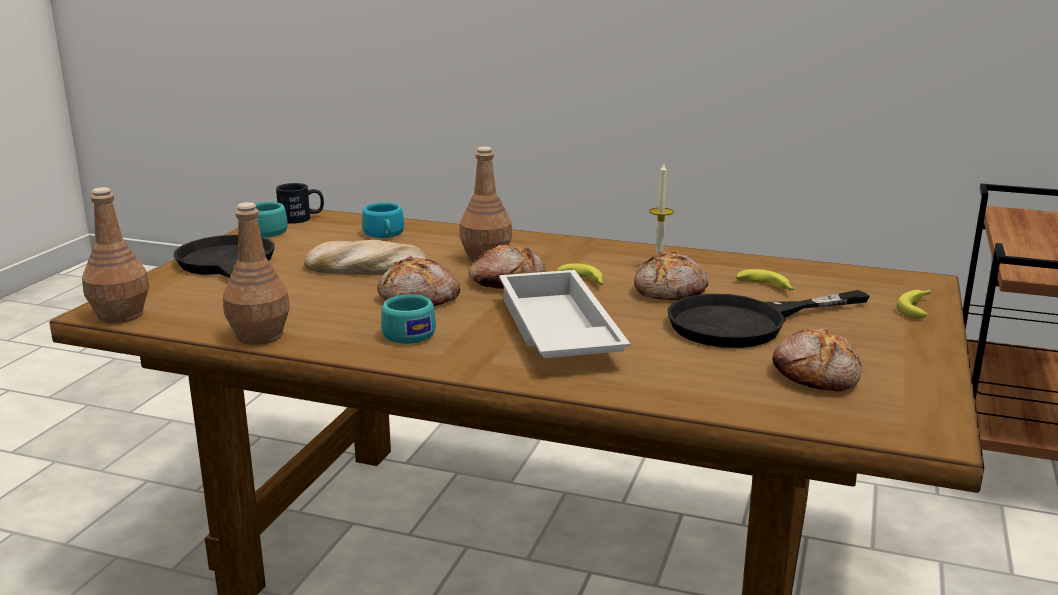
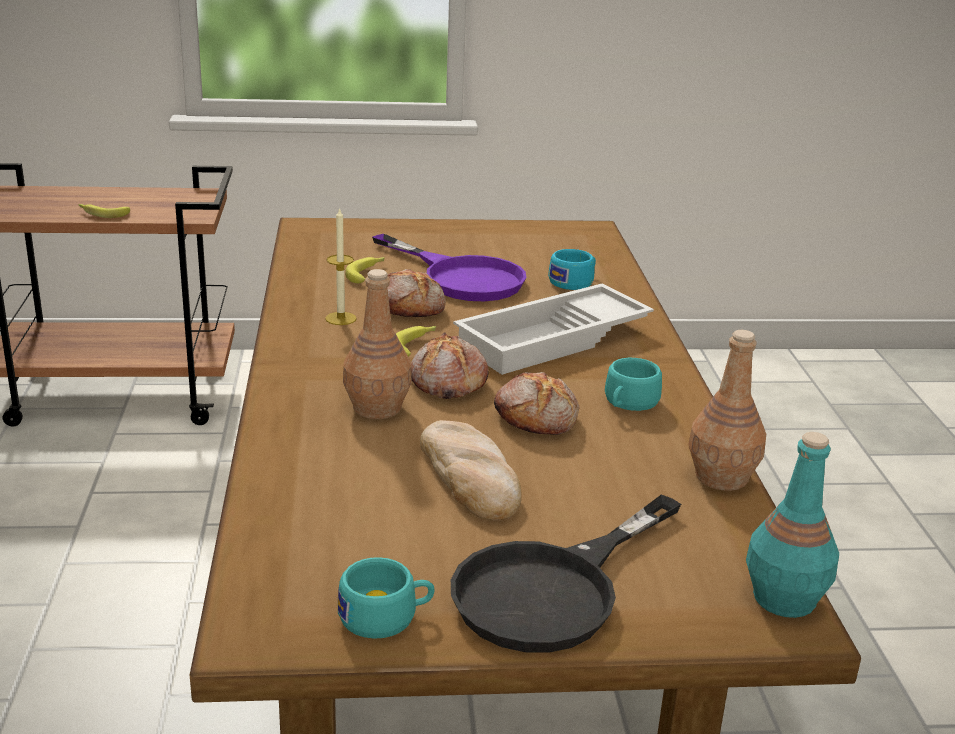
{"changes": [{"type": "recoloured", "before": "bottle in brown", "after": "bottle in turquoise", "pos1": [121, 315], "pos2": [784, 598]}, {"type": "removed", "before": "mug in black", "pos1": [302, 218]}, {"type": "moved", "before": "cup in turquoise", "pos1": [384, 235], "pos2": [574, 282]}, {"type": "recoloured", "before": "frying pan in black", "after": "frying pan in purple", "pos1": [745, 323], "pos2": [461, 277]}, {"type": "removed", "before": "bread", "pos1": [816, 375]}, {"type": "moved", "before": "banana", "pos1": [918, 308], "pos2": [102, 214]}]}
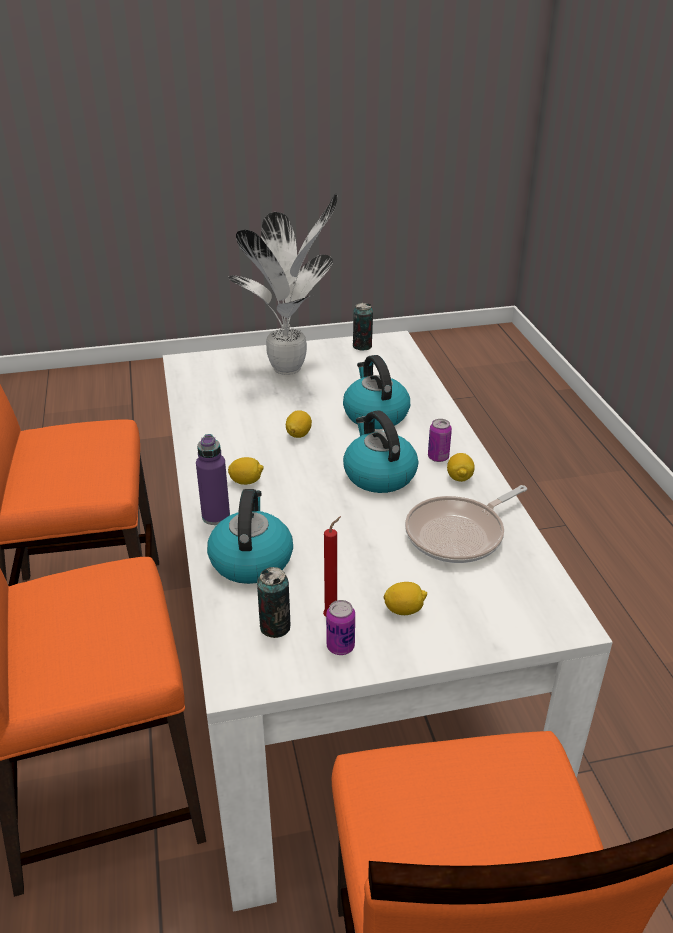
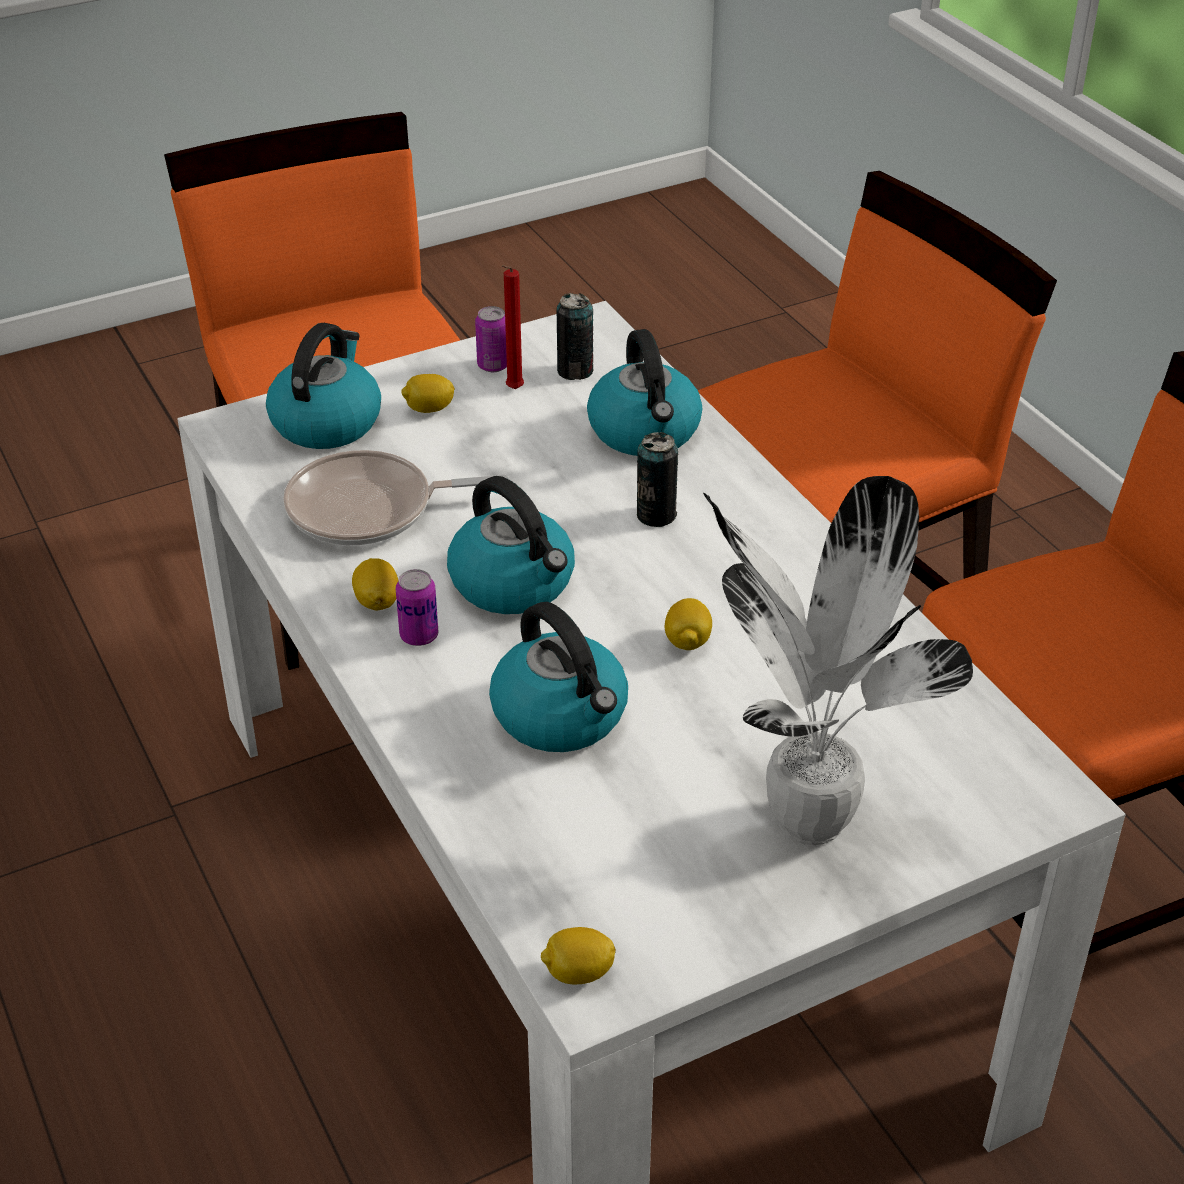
{"changes": [{"type": "removed", "before": "bottle in purple", "pos1": [216, 516]}, {"type": "moved", "before": "lemon", "pos1": [246, 481], "pos2": [578, 973]}, {"type": "moved", "before": "can", "pos1": [362, 346], "pos2": [656, 515]}, {"type": "turned", "before": "frying pan", "pos1": [459, 534], "pos2": [369, 509], "turn": -135}, {"type": "added", "after": "kettle", "pos2": [326, 422]}]}
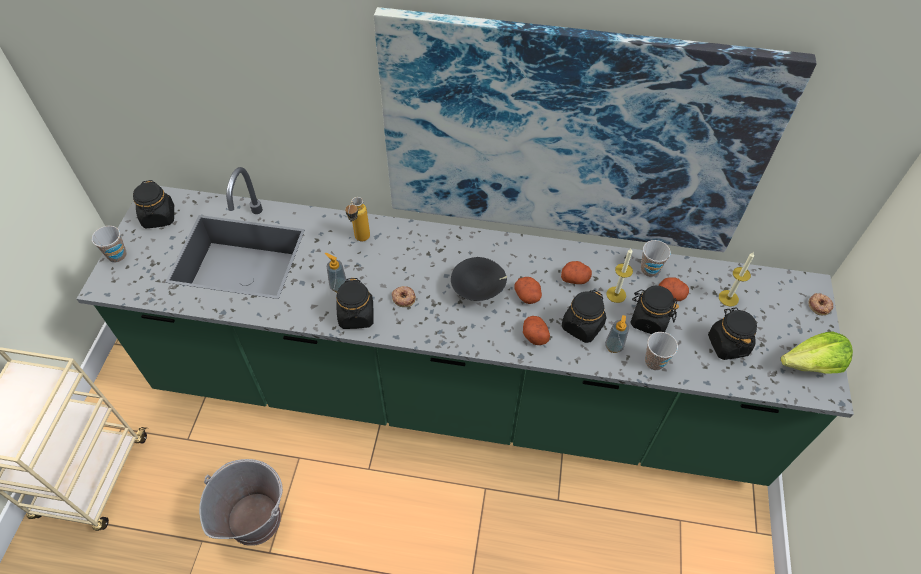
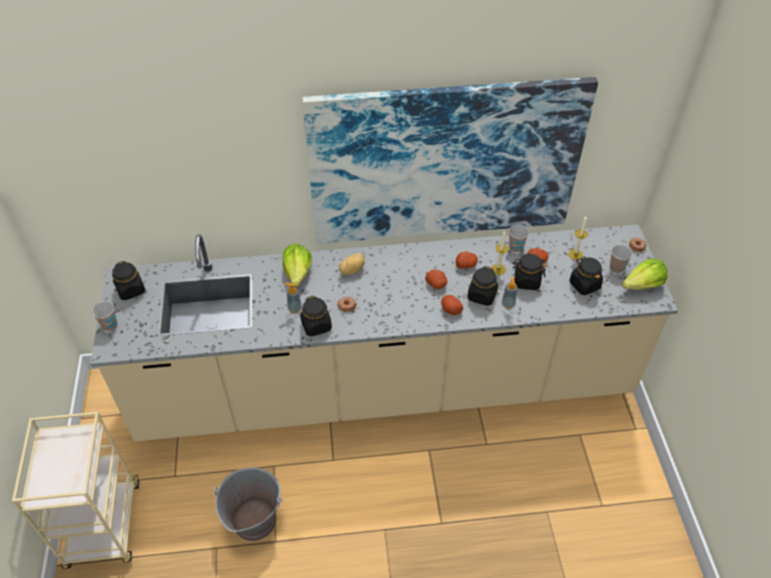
{"changes": [{"type": "recoloured", "before": "counter in green", "after": "counter in beige", "pos1": [458, 395], "pos2": [385, 388]}, {"type": "replaced", "before": "bottle", "after": "lettuce", "pos1": [360, 241], "pos2": [298, 273]}, {"type": "removed", "before": "bowl in black", "pos1": [479, 290]}, {"type": "moved", "before": "cup", "pos1": [654, 362], "pos2": [616, 268]}, {"type": "added", "after": "potato", "pos2": [351, 270]}]}
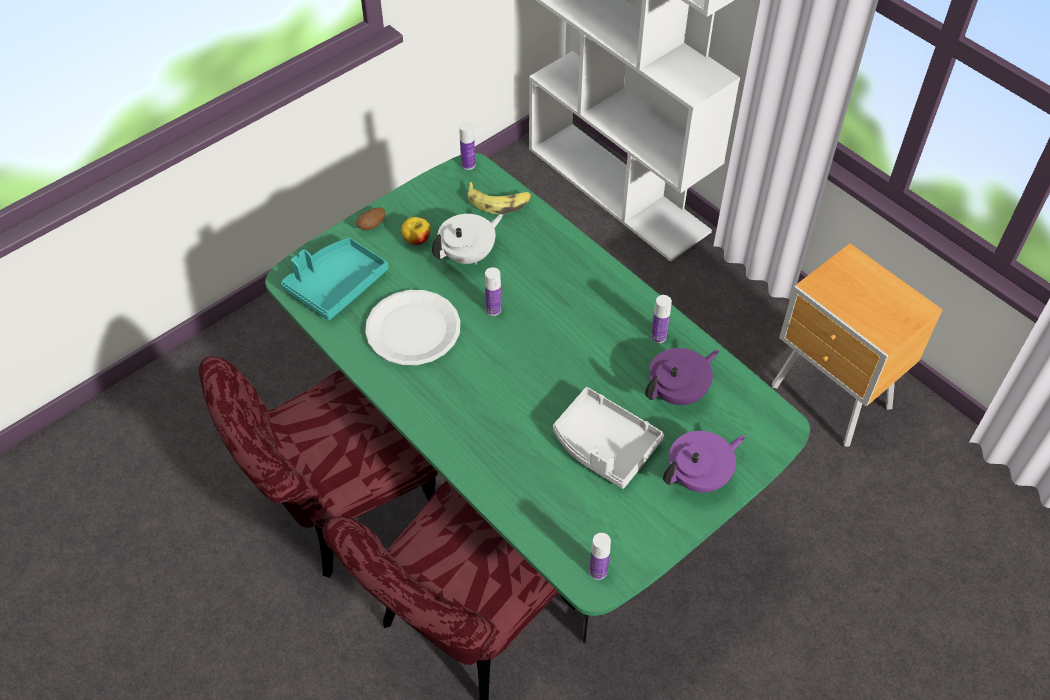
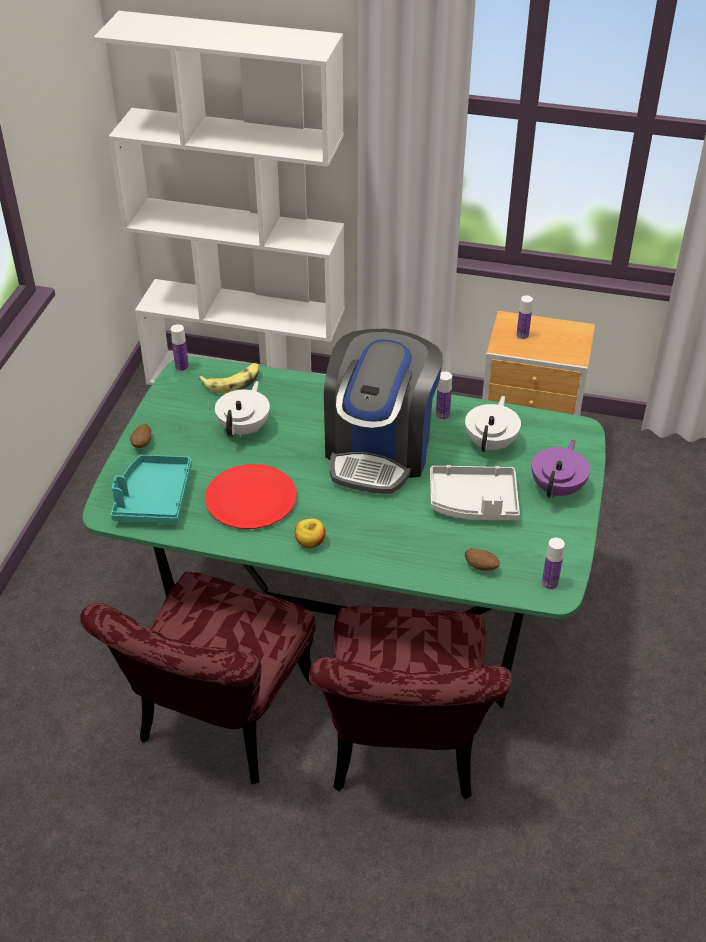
{"changes": [{"type": "recoloured", "before": "plate in white", "after": "plate in red", "pos1": [413, 329], "pos2": [251, 499]}, {"type": "moved", "before": "apple", "pos1": [416, 239], "pos2": [310, 542]}, {"type": "moved", "before": "bottle", "pos1": [493, 309], "pos2": [522, 335]}, {"type": "recoloured", "before": "teapot in purple", "after": "teapot in white", "pos1": [678, 392], "pos2": [491, 443]}, {"type": "added", "after": "coffee machine", "pos2": [380, 449]}, {"type": "added", "after": "potato", "pos2": [481, 567]}]}
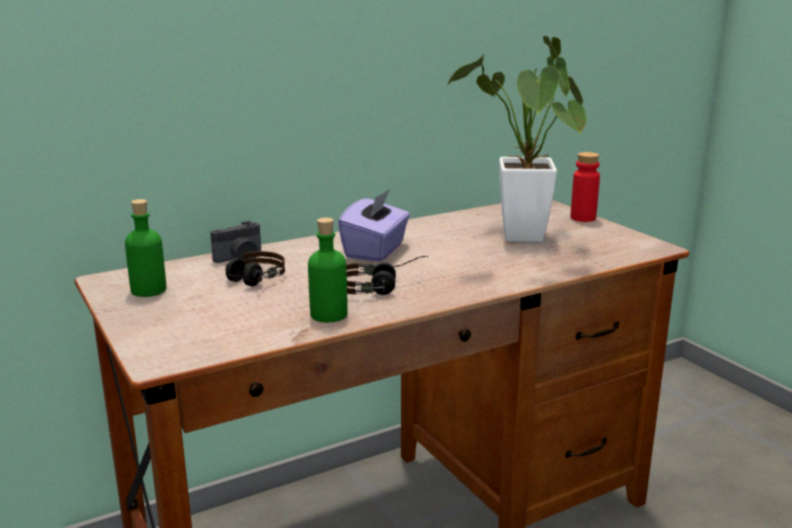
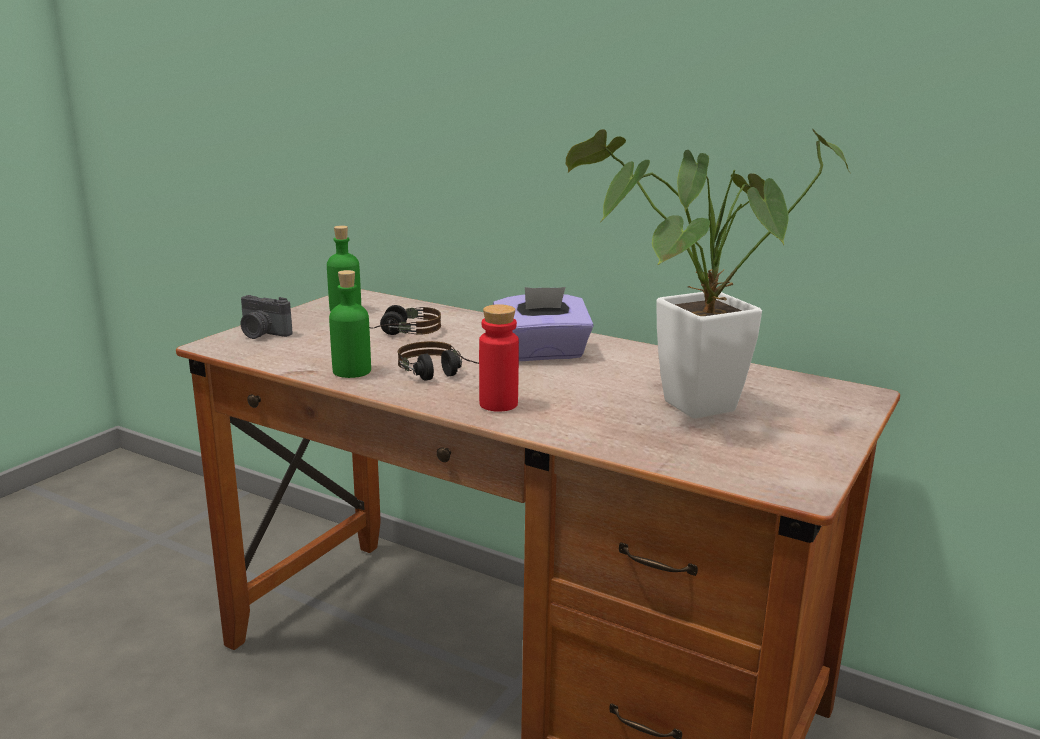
{"changes": [{"type": "moved", "before": "photo camera", "pos1": [240, 259], "pos2": [262, 334]}, {"type": "moved", "before": "bottle in red", "pos1": [583, 218], "pos2": [498, 404]}]}
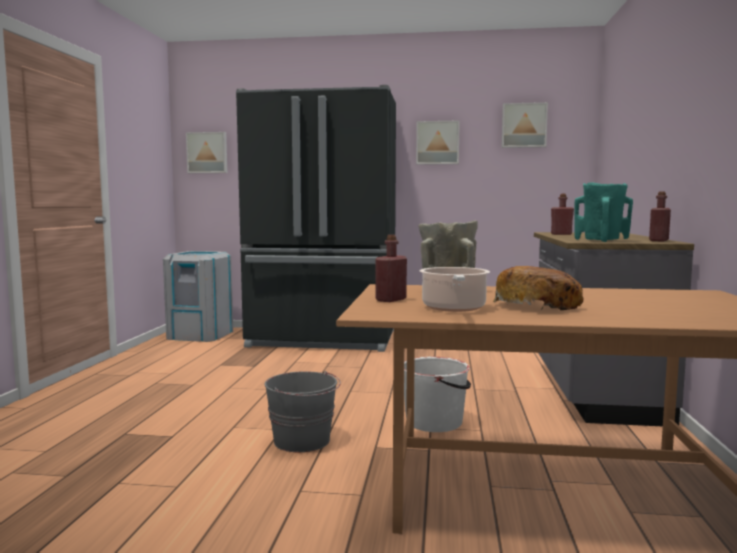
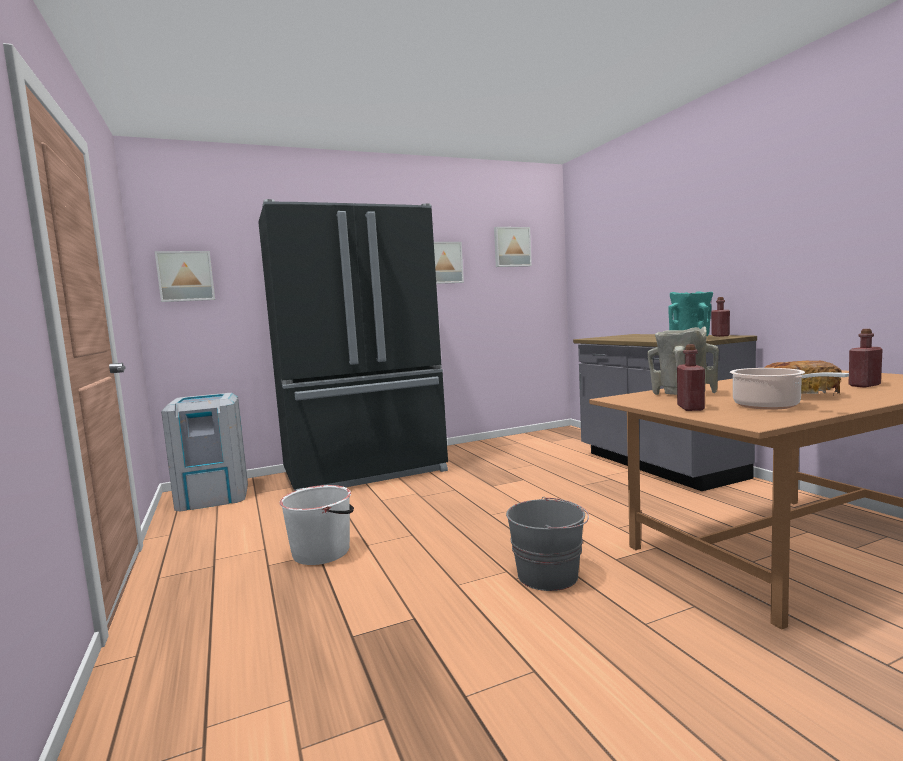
{"changes": [{"type": "moved", "before": "bucket in white", "pos1": [435, 422], "pos2": [322, 552]}, {"type": "moved", "before": "bottle in red", "pos1": [561, 234], "pos2": [864, 385]}]}
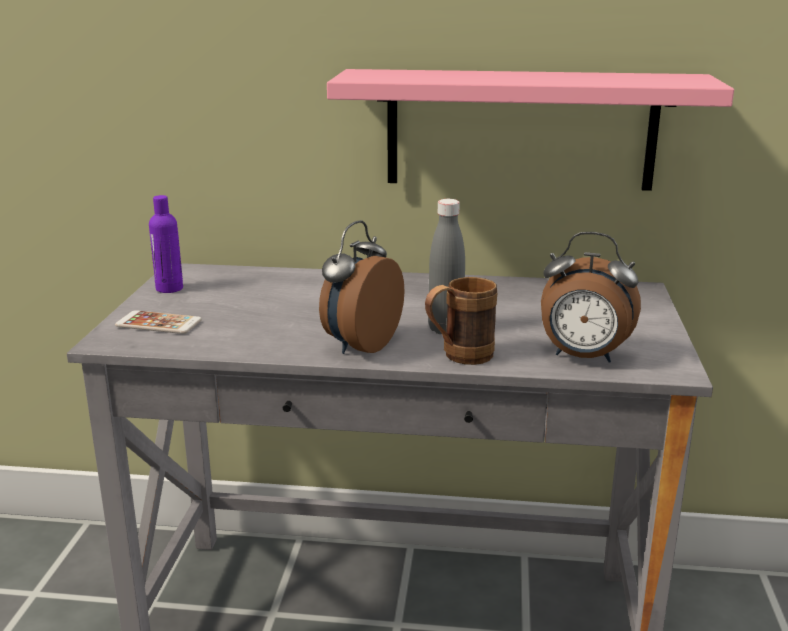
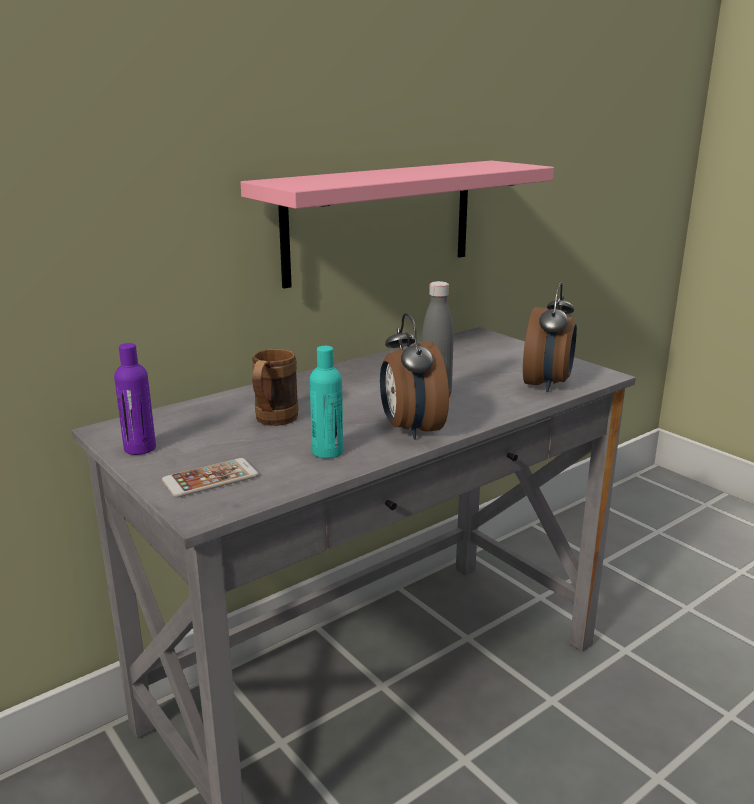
{"changes": [{"type": "moved", "before": "mug in brown", "pos1": [458, 357], "pos2": [272, 421]}, {"type": "turned", "before": "alarm clock", "pos1": [583, 357], "pos2": [547, 384], "turn": -45}, {"type": "added", "after": "bottle in turquoise", "pos2": [327, 452]}]}
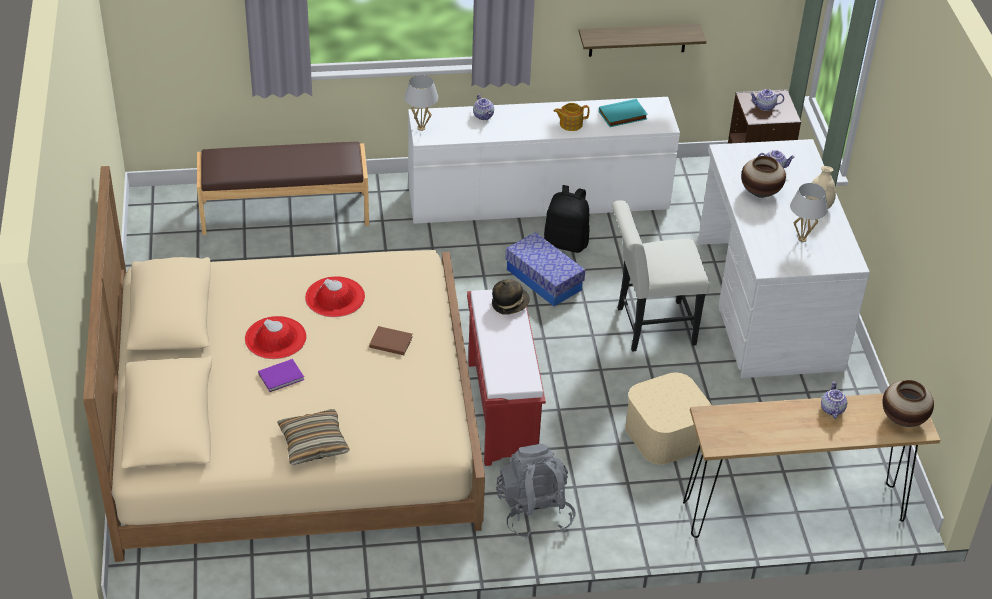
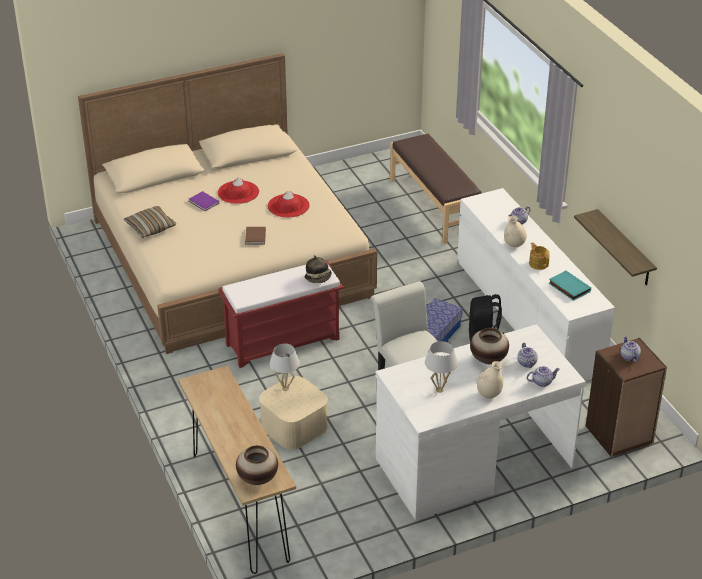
{"changes": [{"type": "moved", "before": "table lamp in white", "pos1": [421, 128], "pos2": [285, 388]}, {"type": "removed", "before": "backpack in grey", "pos1": [534, 511]}, {"type": "moved", "before": "teapot", "pos1": [831, 409], "pos2": [542, 382]}, {"type": "added", "after": "vase in beige", "pos2": [514, 245]}]}
